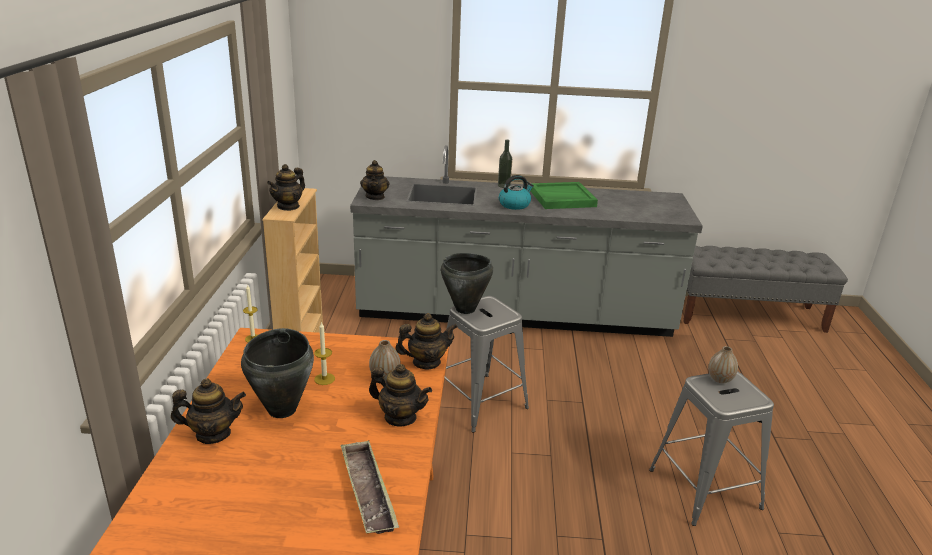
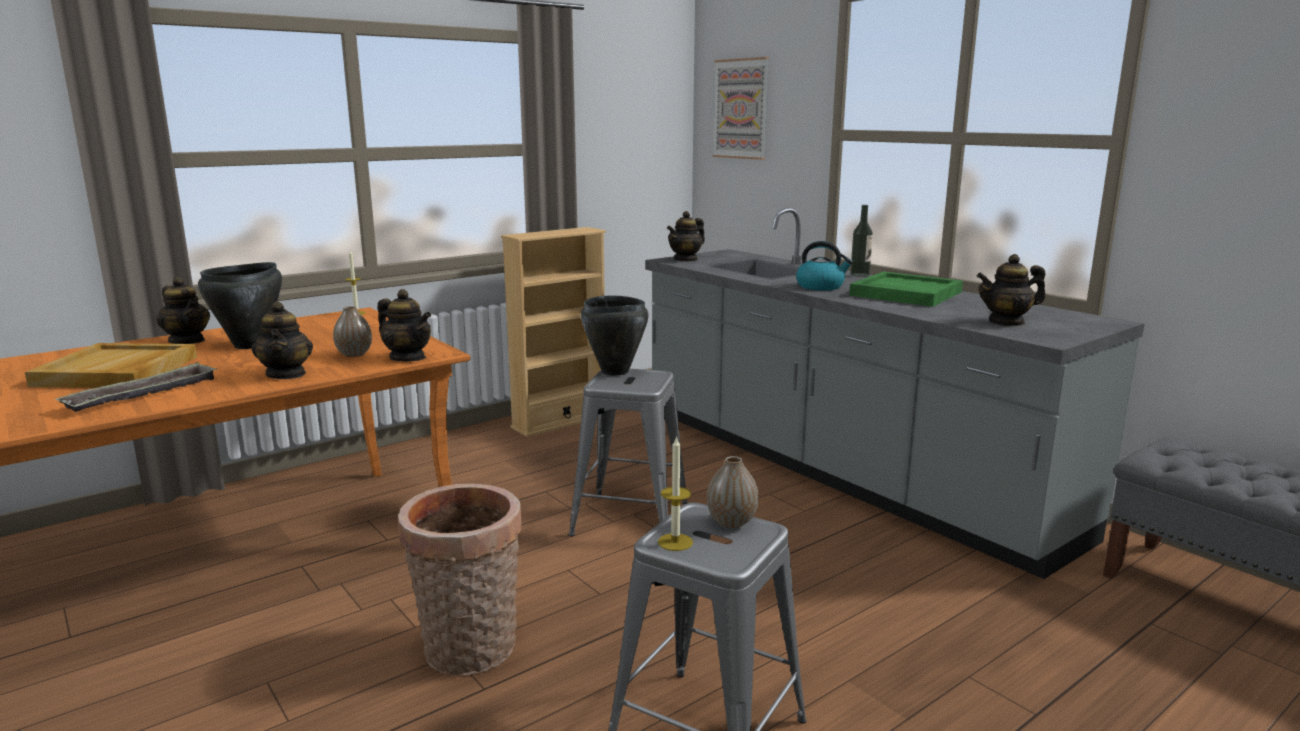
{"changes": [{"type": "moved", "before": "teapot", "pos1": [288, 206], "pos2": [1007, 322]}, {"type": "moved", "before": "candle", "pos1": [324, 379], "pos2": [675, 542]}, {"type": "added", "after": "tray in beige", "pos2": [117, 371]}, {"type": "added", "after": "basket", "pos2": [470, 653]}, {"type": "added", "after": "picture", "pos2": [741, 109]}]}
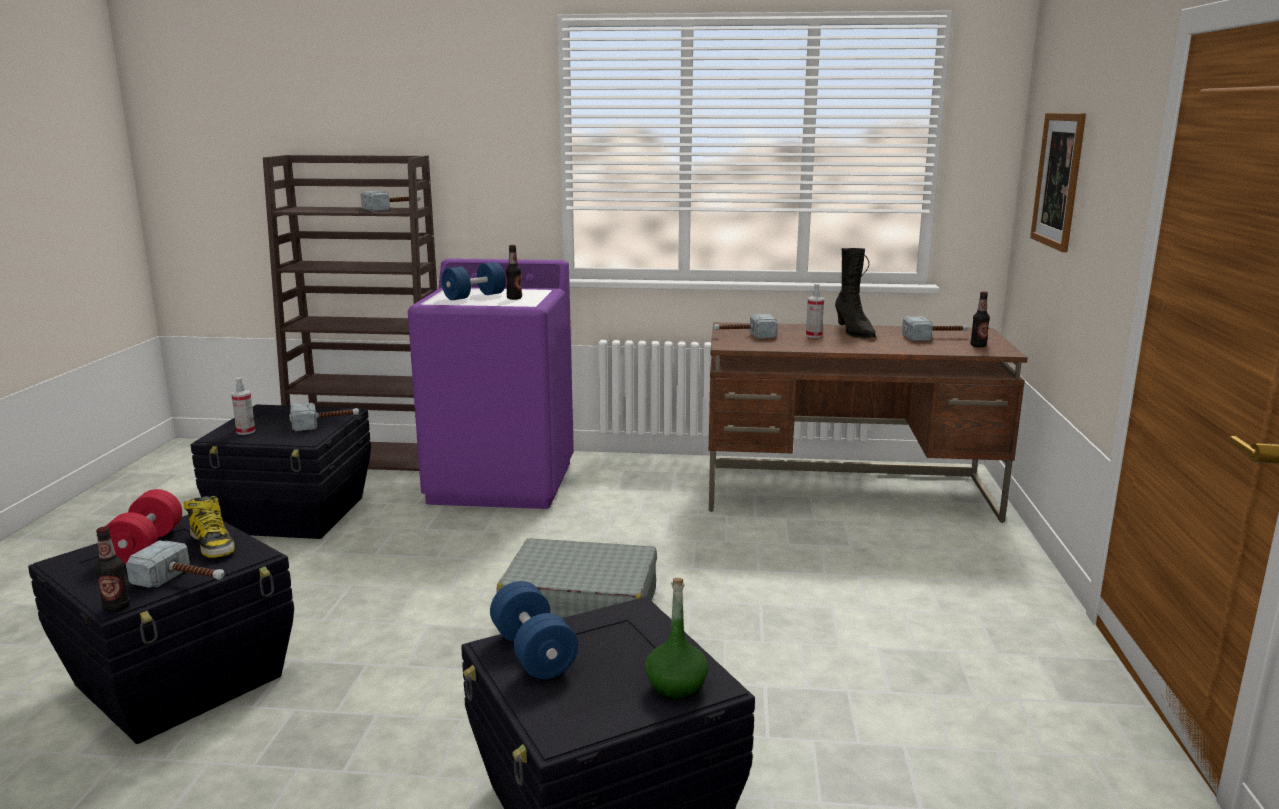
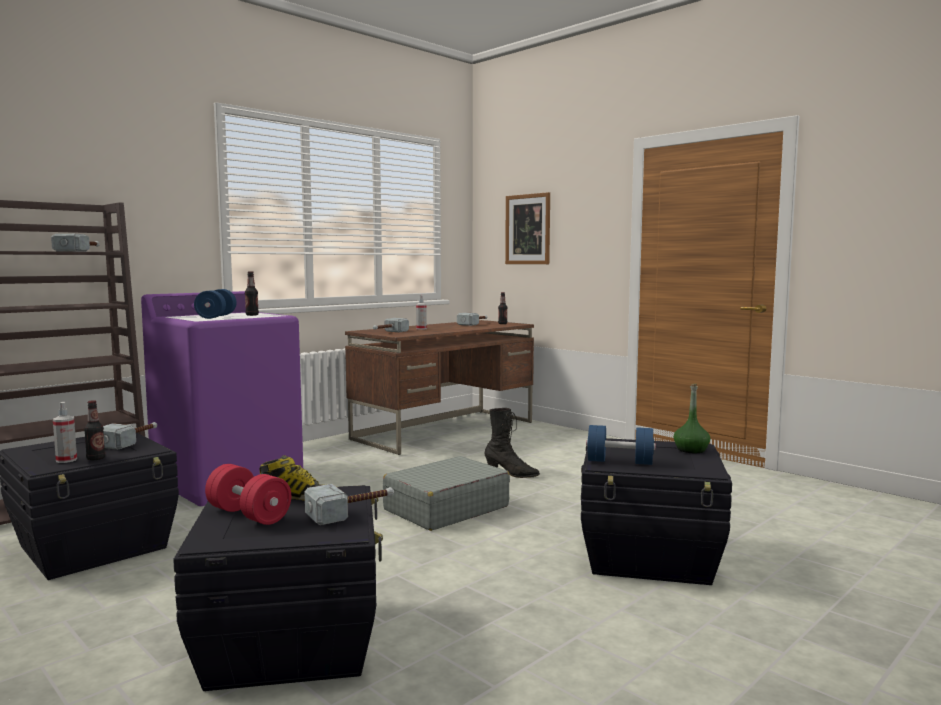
{"changes": [{"type": "moved", "before": "bottle", "pos1": [117, 607], "pos2": [96, 458]}, {"type": "moved", "before": "boot in black", "pos1": [854, 332], "pos2": [511, 473]}]}
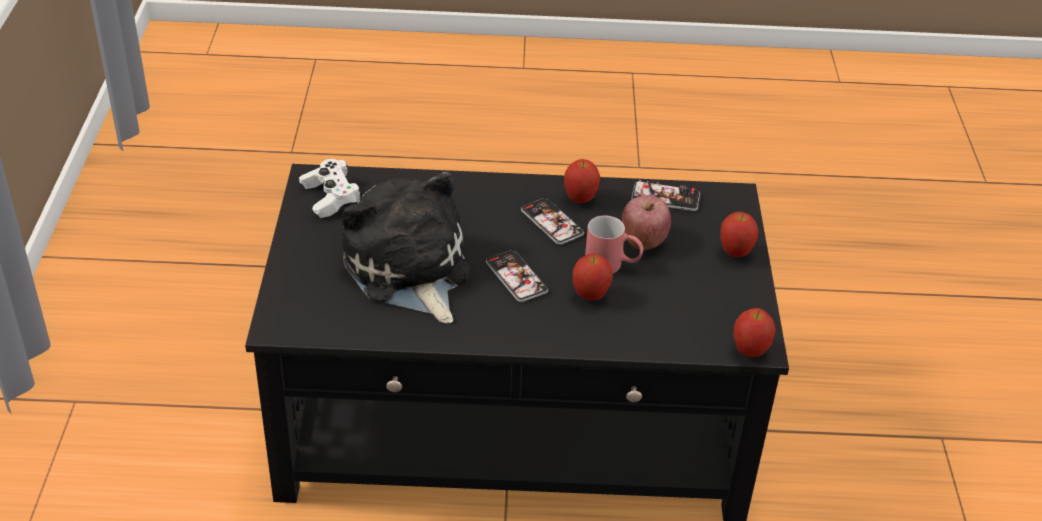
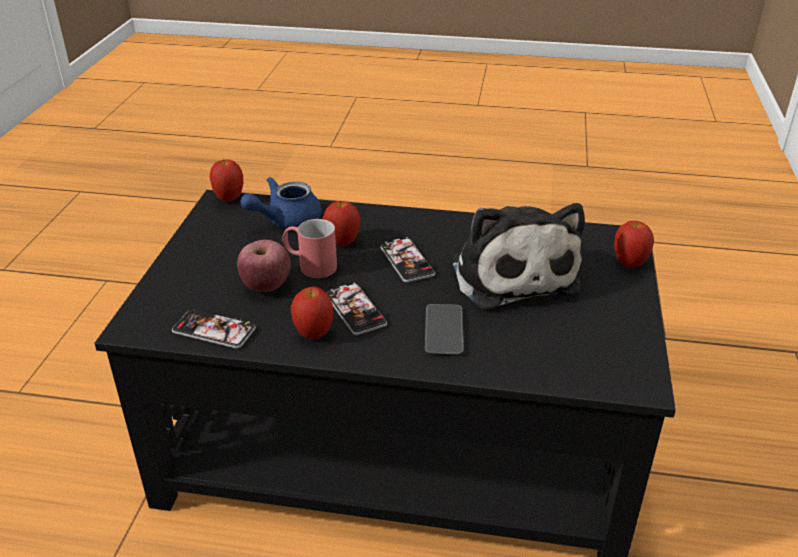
{"changes": [{"type": "removed", "before": "game controller in white", "pos1": [331, 197]}, {"type": "moved", "before": "apple", "pos1": [735, 253], "pos2": [629, 264]}, {"type": "added", "after": "teapot in blue", "pos2": [286, 220]}, {"type": "added", "after": "phone", "pos2": [444, 331]}]}
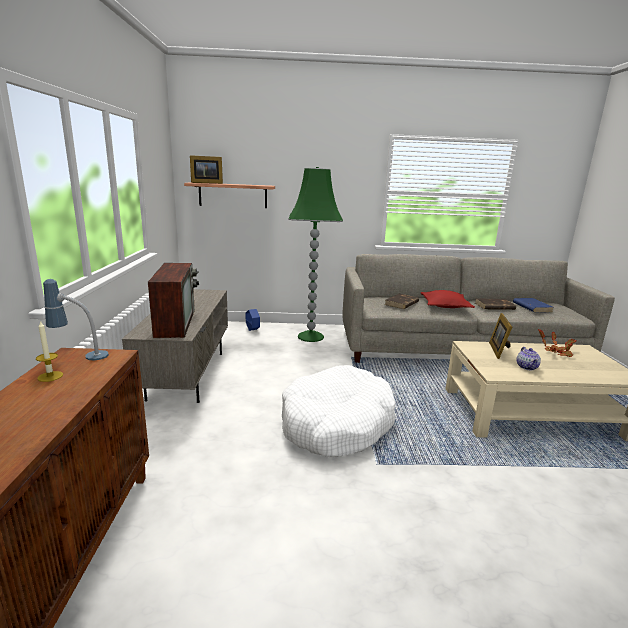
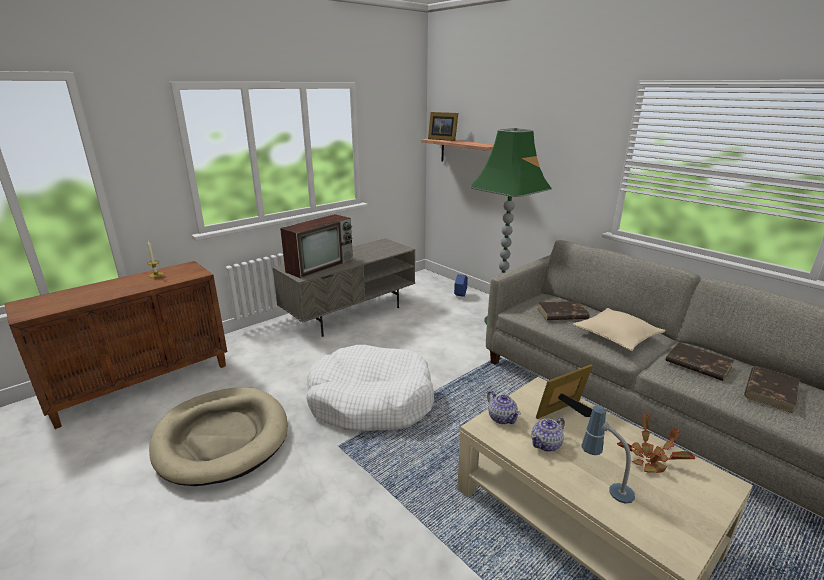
{"changes": [{"type": "moved", "before": "table lamp", "pos1": [80, 357], "pos2": [604, 486]}, {"type": "recoloured", "before": "pillow in red", "after": "pillow in beige", "pos1": [445, 306], "pos2": [616, 336]}, {"type": "recoloured", "before": "book in blue", "after": "book in brown", "pos1": [531, 307], "pos2": [770, 391]}, {"type": "added", "after": "dog bed in beige", "pos2": [222, 438]}, {"type": "added", "after": "teapot", "pos2": [502, 418]}]}
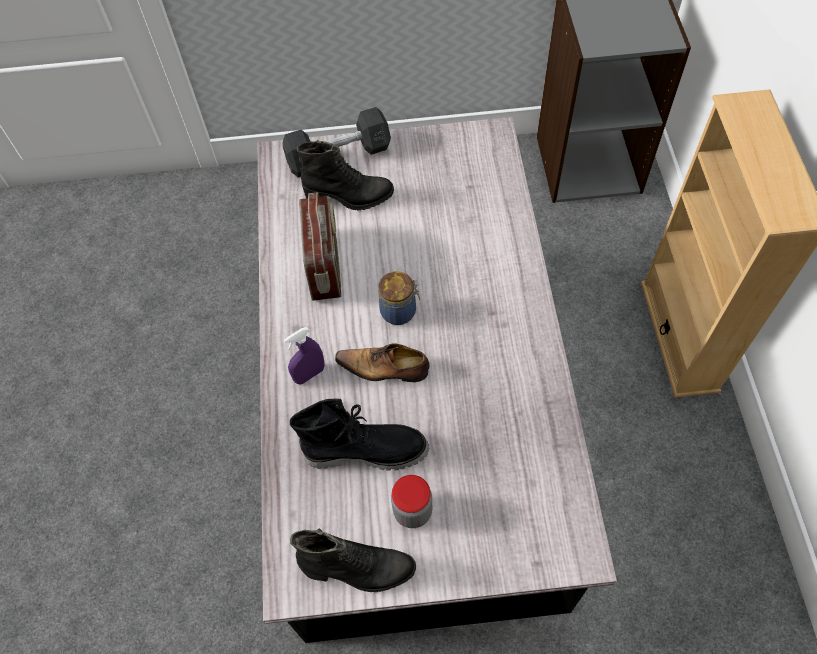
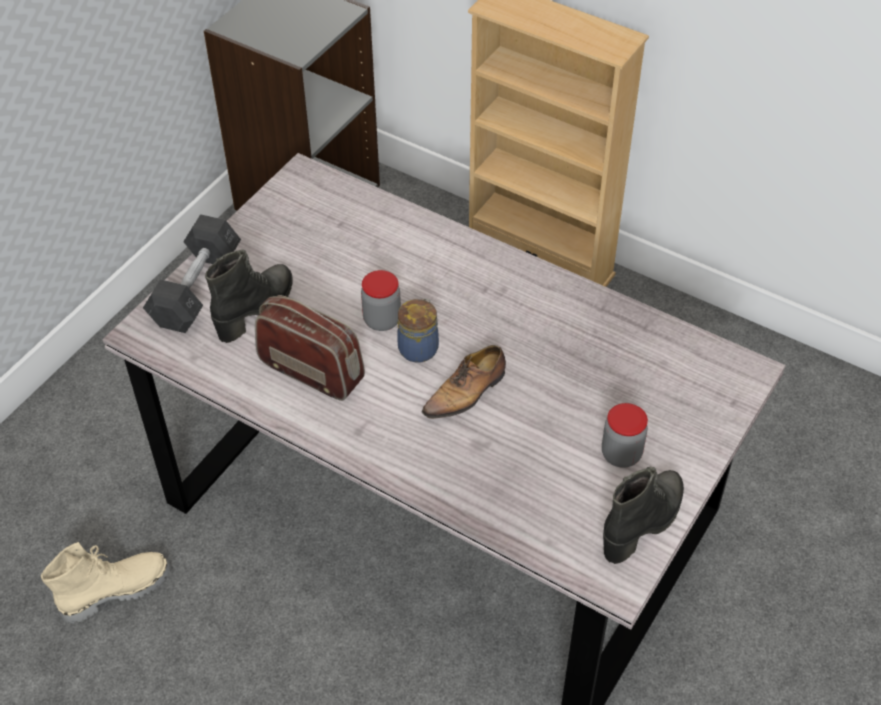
{"changes": [{"type": "removed", "before": "spray bottle in purple", "pos1": [309, 374]}, {"type": "removed", "before": "boot in black", "pos1": [366, 450]}, {"type": "added", "after": "boot in beige", "pos2": [115, 590]}, {"type": "added", "after": "jar", "pos2": [382, 320]}]}
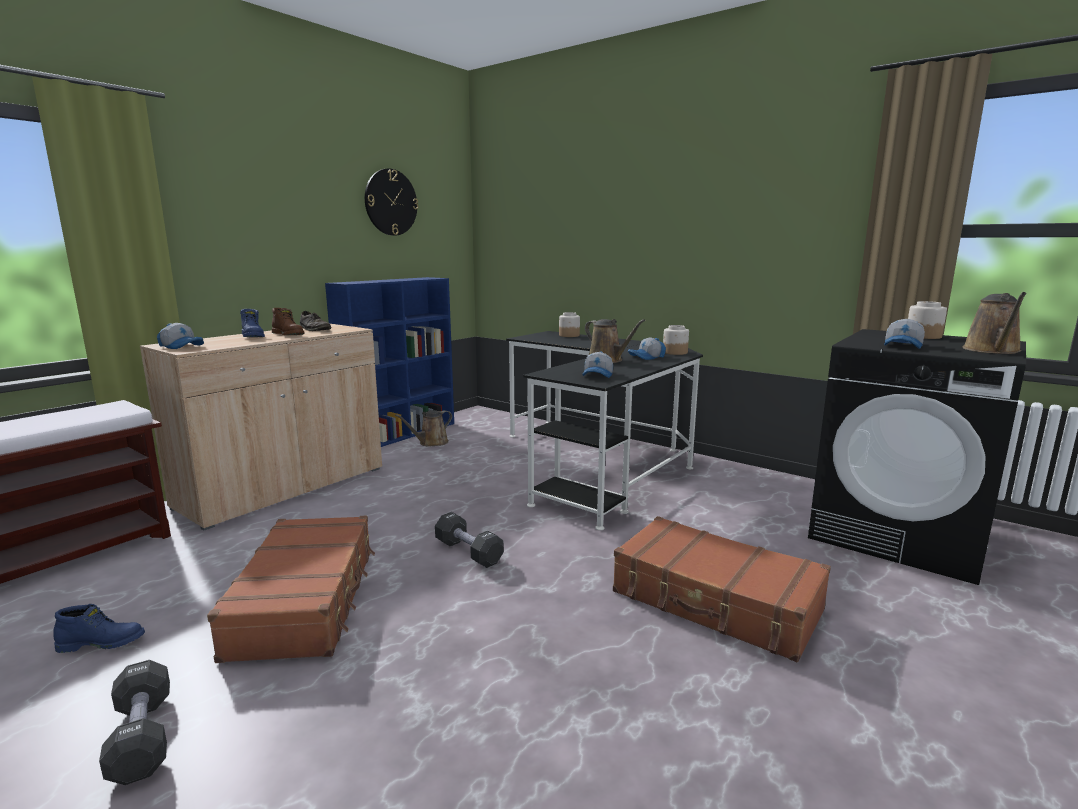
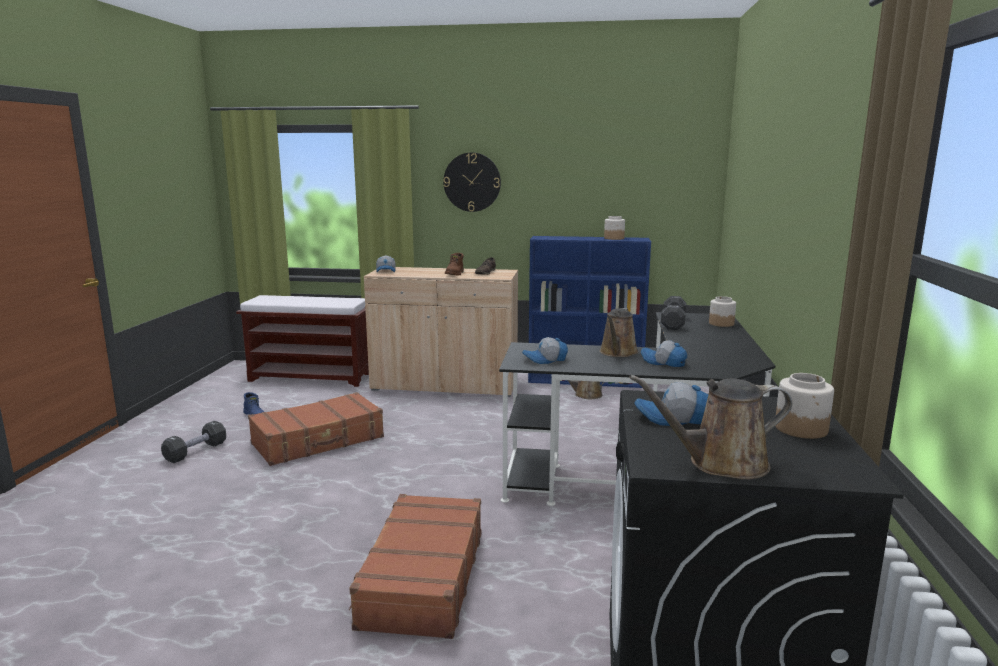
{"changes": [{"type": "removed", "before": "boot in blue", "pos1": [253, 336]}, {"type": "moved", "before": "wall clock", "pos1": [391, 202], "pos2": [472, 182]}, {"type": "moved", "before": "dumbbell in black", "pos1": [468, 552], "pos2": [673, 323]}, {"type": "moved", "before": "jar", "pos1": [675, 352], "pos2": [613, 238]}]}
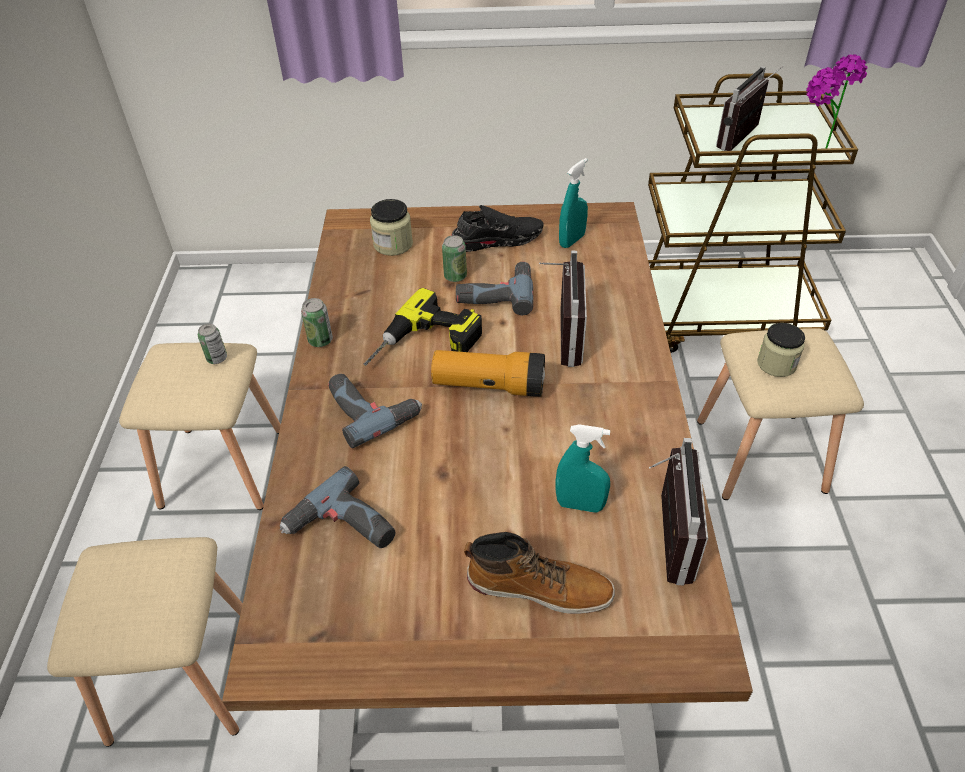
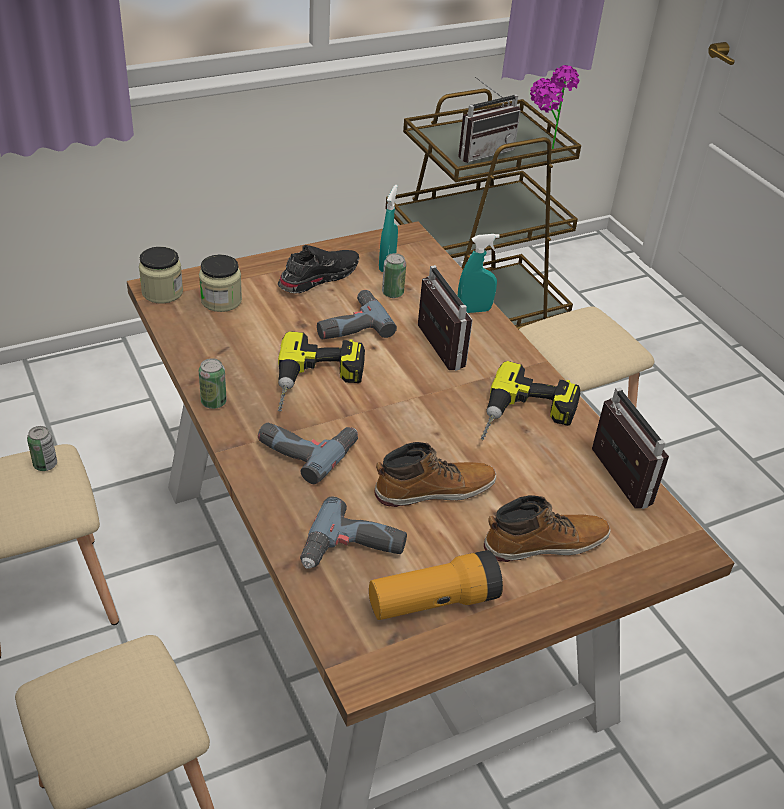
{"changes": [{"type": "moved", "before": "flashlight", "pos1": [489, 386], "pos2": [433, 602]}, {"type": "moved", "before": "can", "pos1": [455, 276], "pos2": [392, 293]}, {"type": "moved", "before": "spray bottle in turquoise", "pos1": [580, 505], "pos2": [474, 310]}, {"type": "turned", "before": "radio", "pos1": [744, 140], "pos2": [482, 151], "turn": -135}, {"type": "moved", "before": "jar", "pos1": [776, 364], "pos2": [162, 292]}, {"type": "added", "after": "boot", "pos2": [434, 489]}, {"type": "added", "after": "power drill", "pos2": [526, 418]}]}
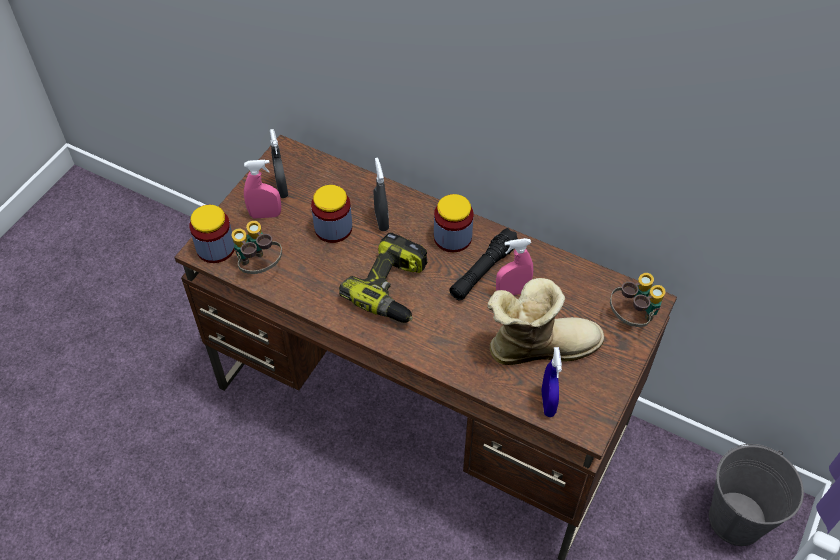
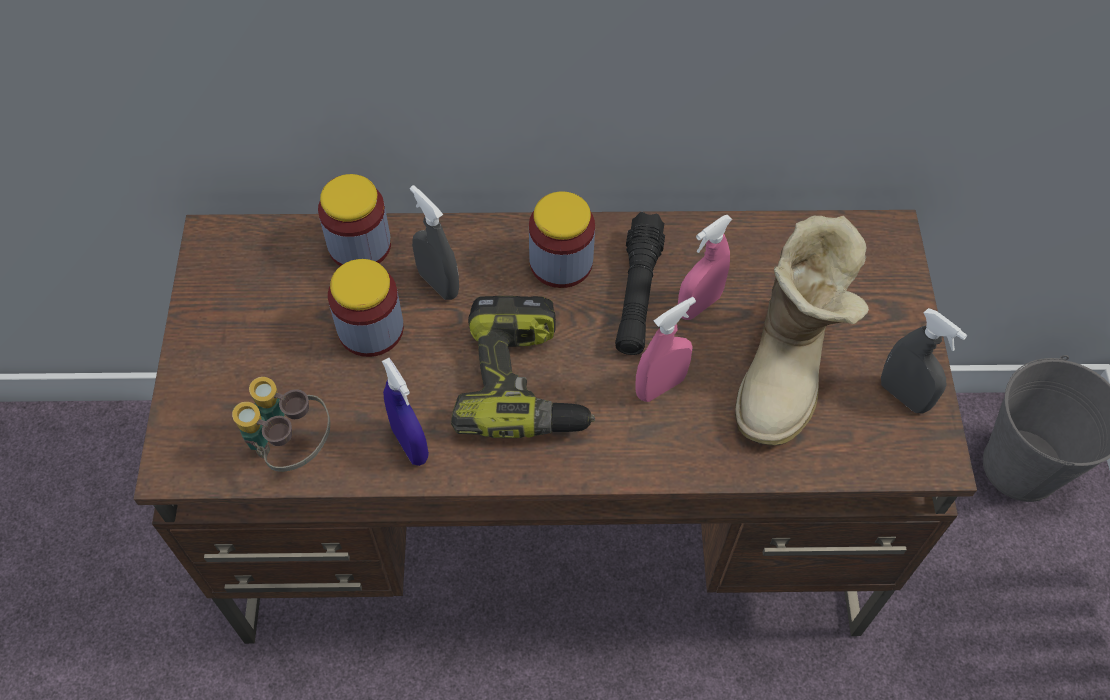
{"changes": [{"type": "moved", "before": "jar", "pos1": [215, 248], "pos2": [359, 245]}, {"type": "moved", "before": "spray bottle in pink", "pos1": [265, 215], "pos2": [660, 386]}, {"type": "moved", "before": "spray bottle in grey", "pos1": [282, 188], "pos2": [903, 396]}, {"type": "turned", "before": "boot", "pos1": [539, 345], "pos2": [789, 368], "turn": 150}, {"type": "moved", "before": "spray bottle in blue", "pos1": [548, 403], "pos2": [410, 444]}, {"type": "removed", "before": "binoculars", "pos1": [633, 318]}]}
